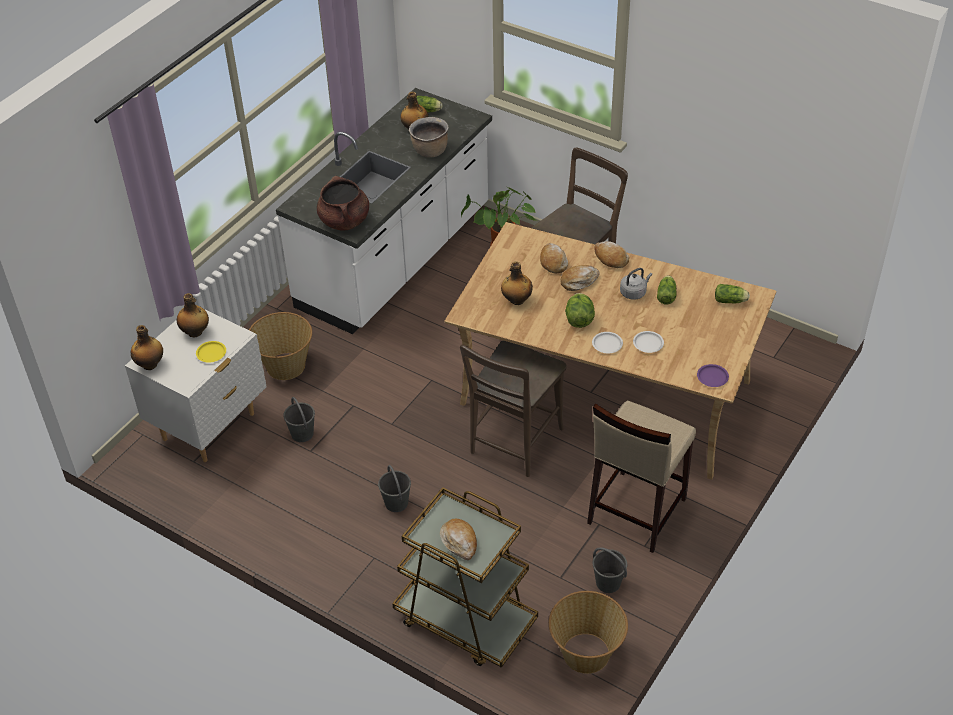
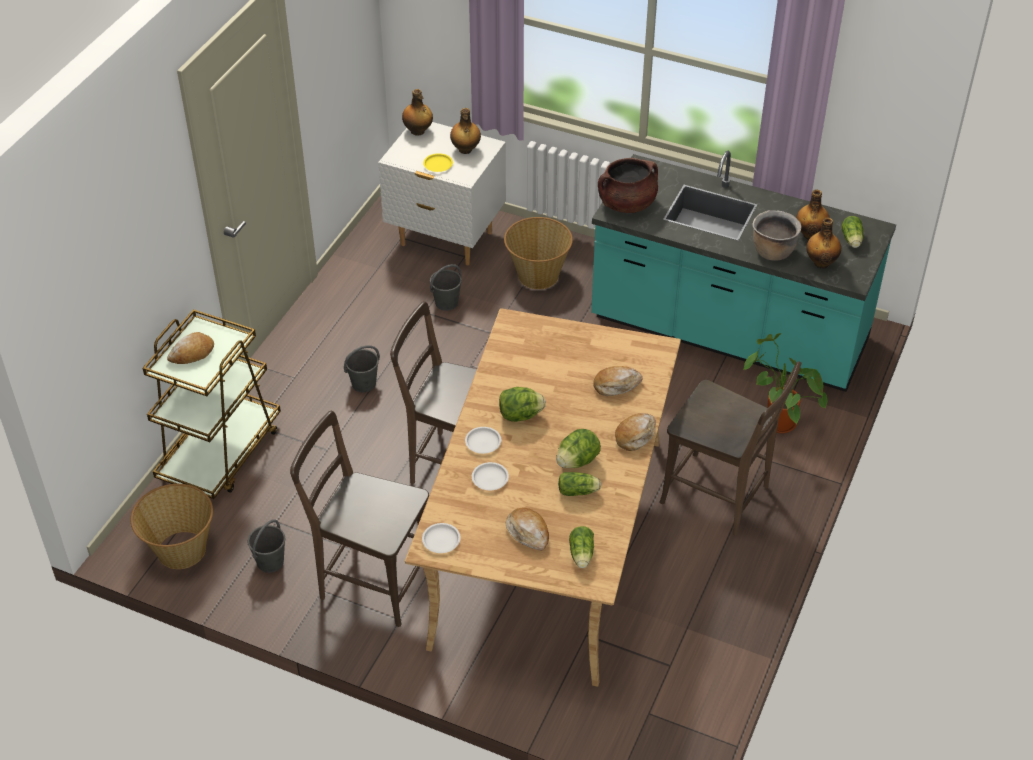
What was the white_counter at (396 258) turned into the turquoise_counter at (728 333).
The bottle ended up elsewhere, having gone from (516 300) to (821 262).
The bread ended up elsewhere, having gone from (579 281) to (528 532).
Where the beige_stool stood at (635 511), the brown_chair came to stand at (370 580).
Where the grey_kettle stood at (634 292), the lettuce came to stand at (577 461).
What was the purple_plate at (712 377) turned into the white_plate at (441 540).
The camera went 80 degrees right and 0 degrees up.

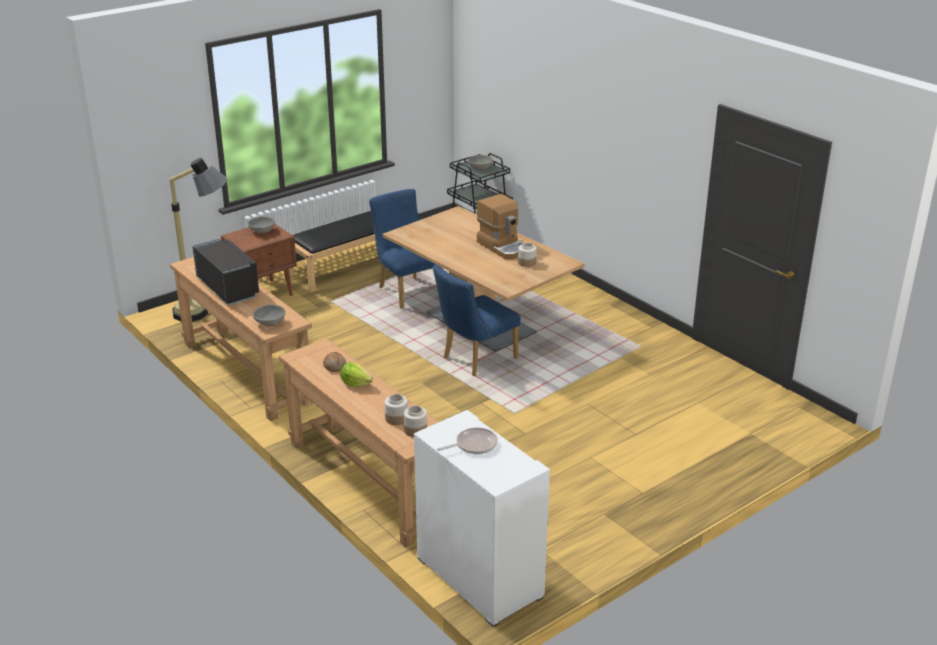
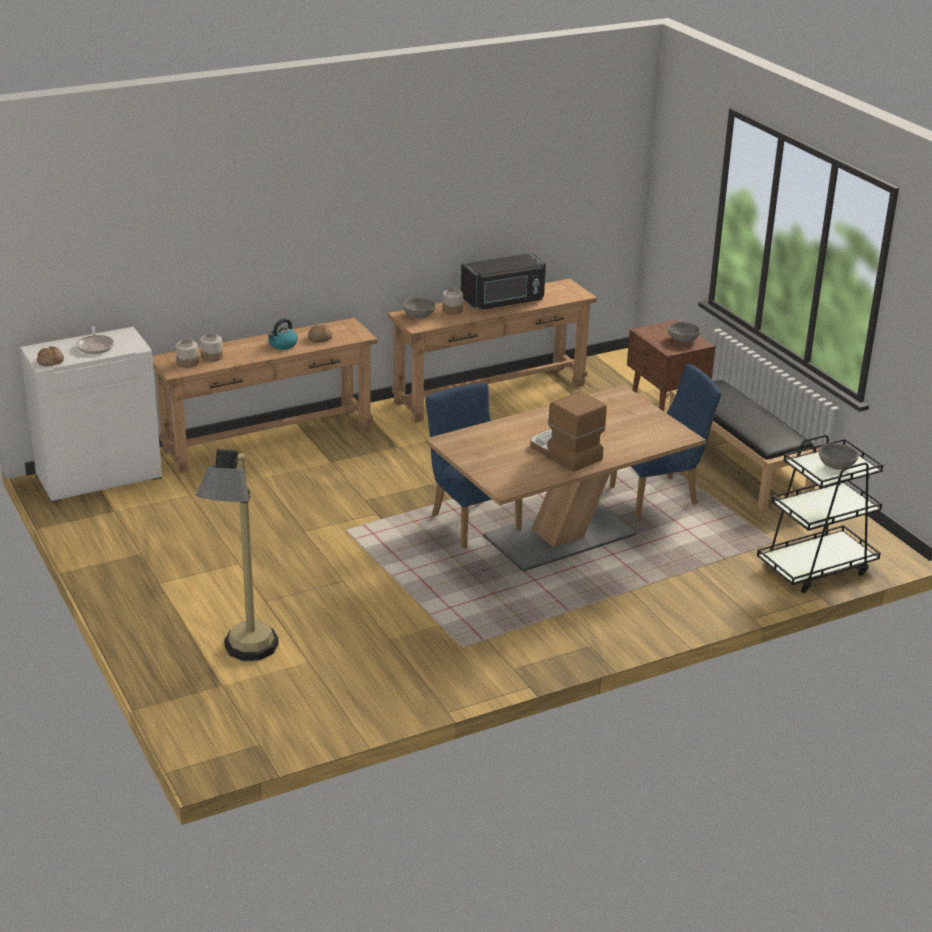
The floor_lamp ended up elsewhere, having gone from (207 313) to (243 660).
Where the lettuce stood at (355 384), the kettle came to stand at (282 345).
The coffee_machine at (503 247) ended up facing another way, 75 degrees clockwise from before.
The jar ended up elsewhere, having gone from (526 263) to (452 310).
The second view gained the bread at (50 361).
The camera went 100 degrees right and 0 degrees up.

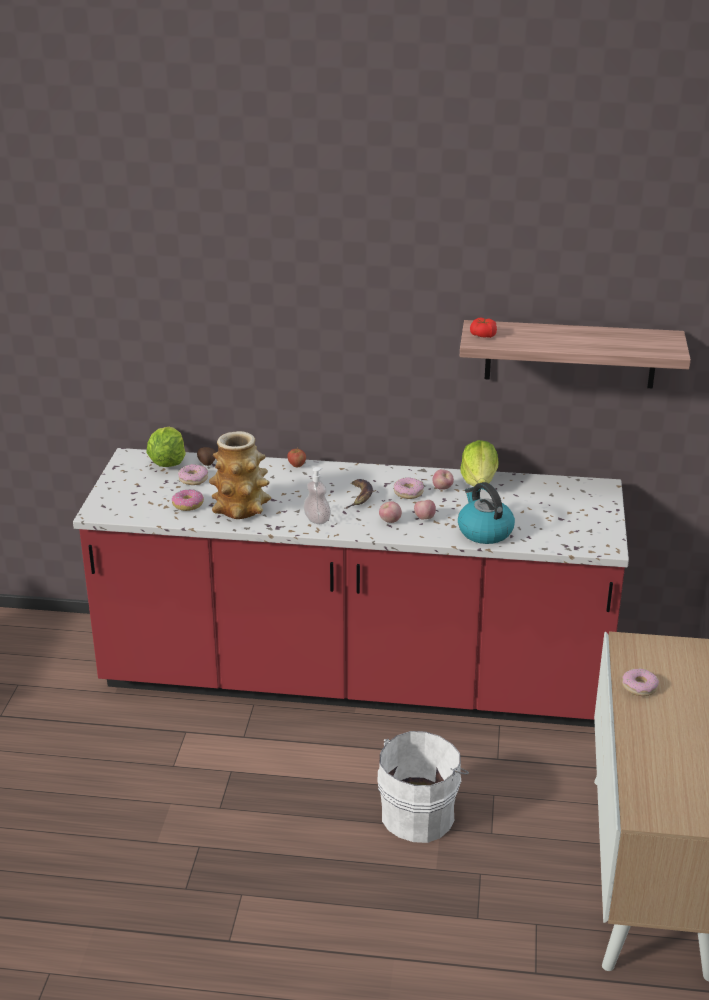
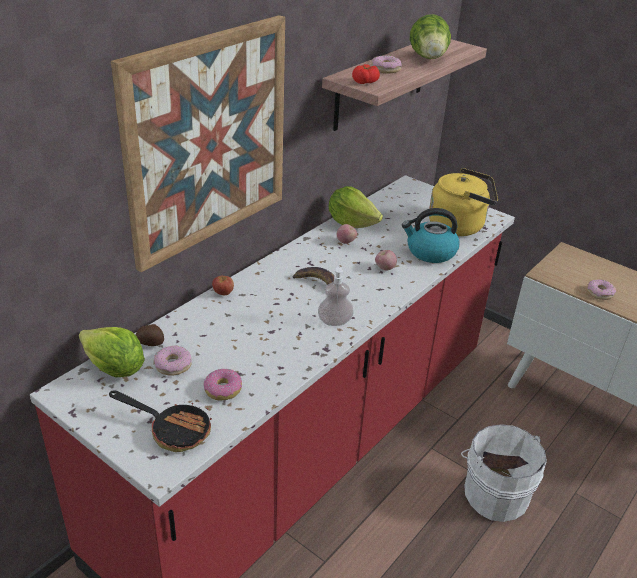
The second view lost the vase at (241 508).
The second view lost the apple at (390 521).
The donut ended up elsewhere, having gone from (408 492) to (386 69).
The second view gained the frying_pan at (173 430).
The second view gained the picture at (208 140).
The second view gained the lettuce at (429 59).
The second view gained the yellow_kettle at (459 226).
The camera went 60 degrees left and 5 degrees up.

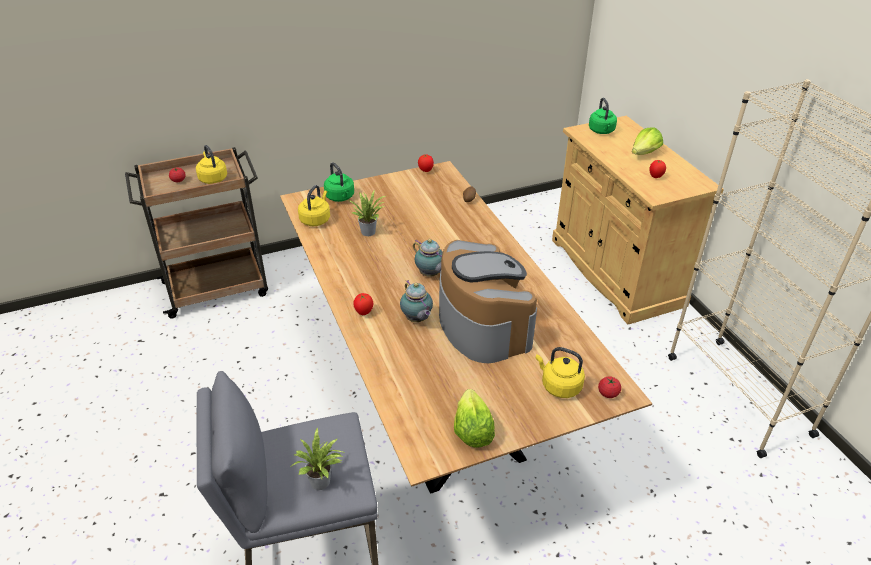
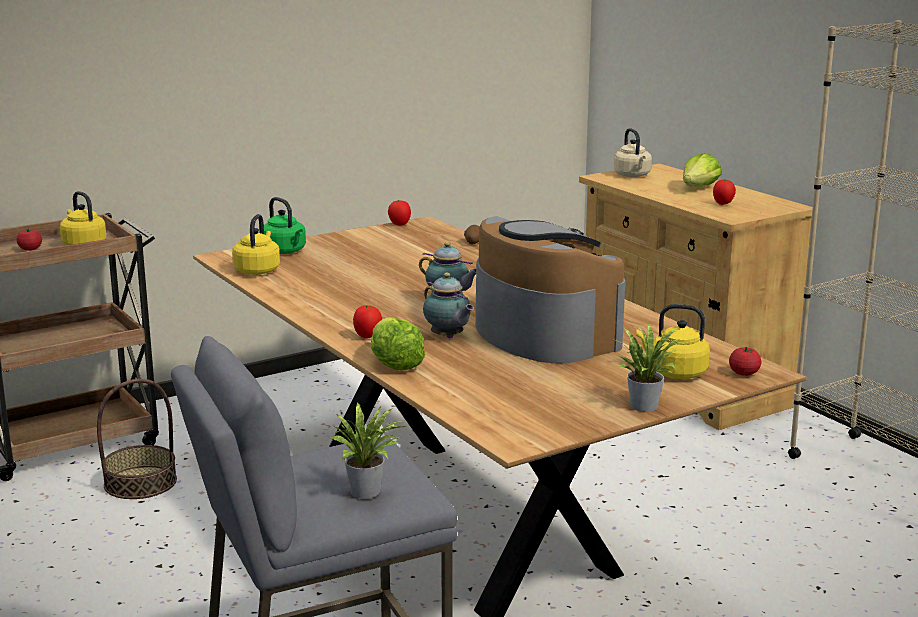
The potted_plant ended up elsewhere, having gone from (369 231) to (645 405).
The lettuce ended up elsewhere, having gone from (472 430) to (394 363).
What was the green_kettle at (601 131) turned into the beige_kettle at (633 175).
The second view gained the basket at (140 482).
The camera went 10 degrees left and 20 degrees down.

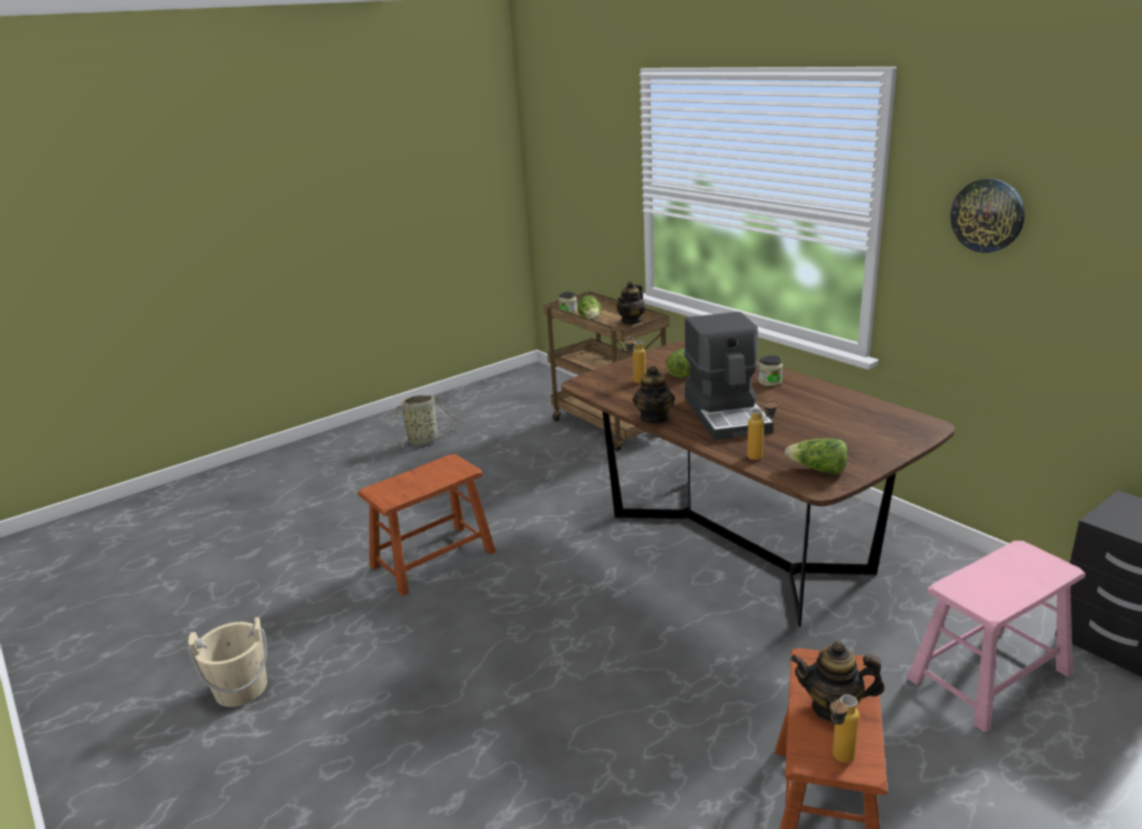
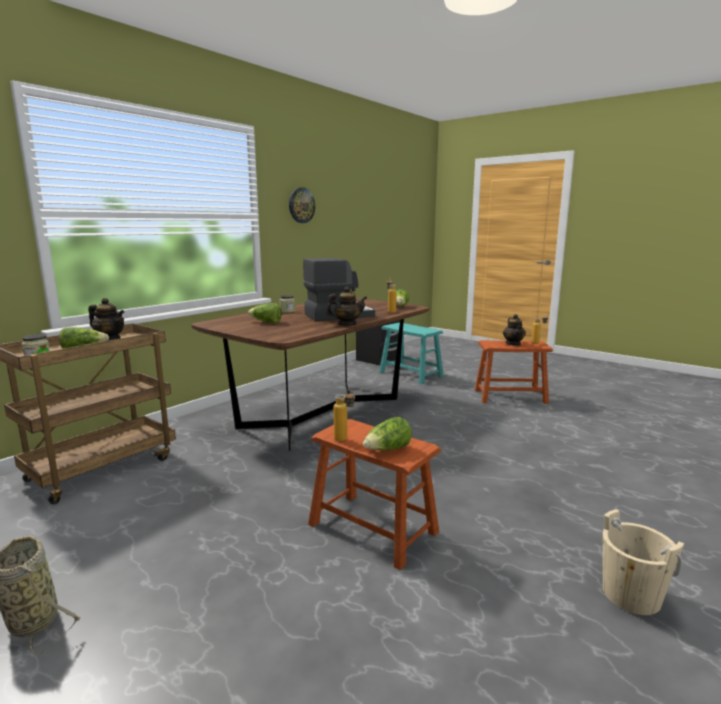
The bottle ended up elsewhere, having gone from (635 382) to (345 440).
What was the pink_stool at (989 676) turned into the turquoise_stool at (410 374).
The second view gained the lettuce at (387 450).
The camera went 105 degrees left and 10 degrees down.

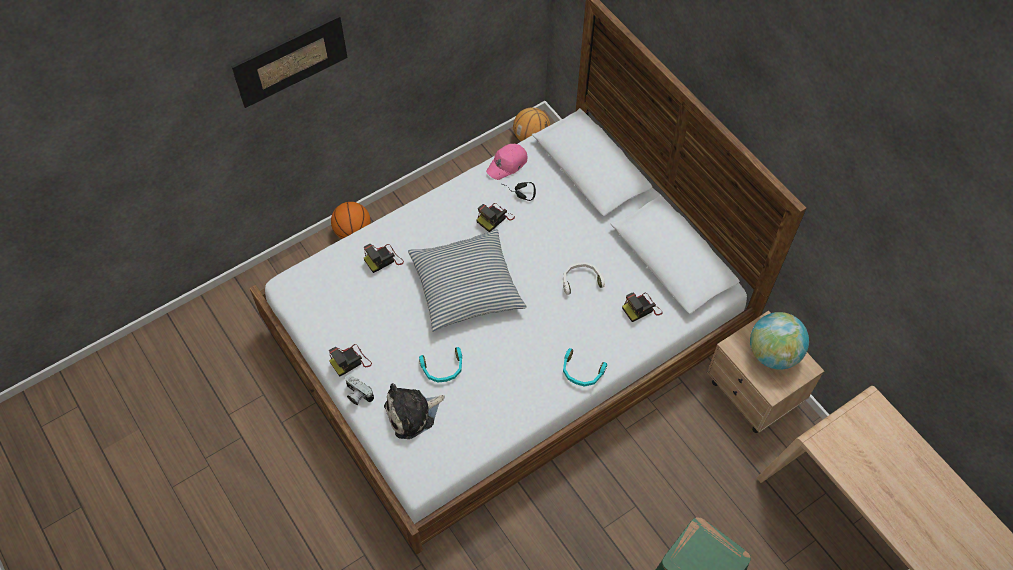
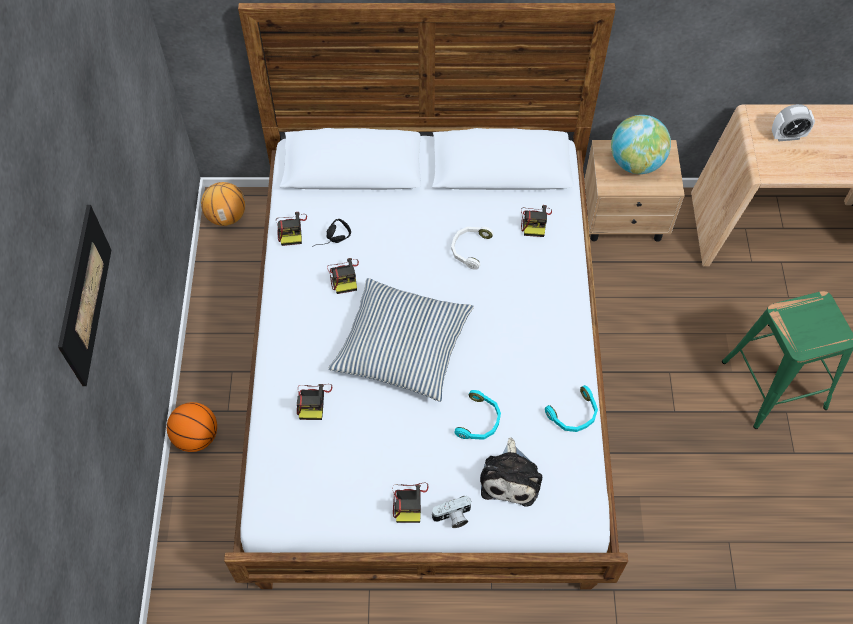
Where the pink_cap stood at (507 164), the photo_camera came to stand at (291 229).
The turquoise_headphones ended up elsewhere, having gone from (581 372) to (574 415).
The second view gained the alarm_clock at (787 136).
The camera went 55 degrees left and 0 degrees up.

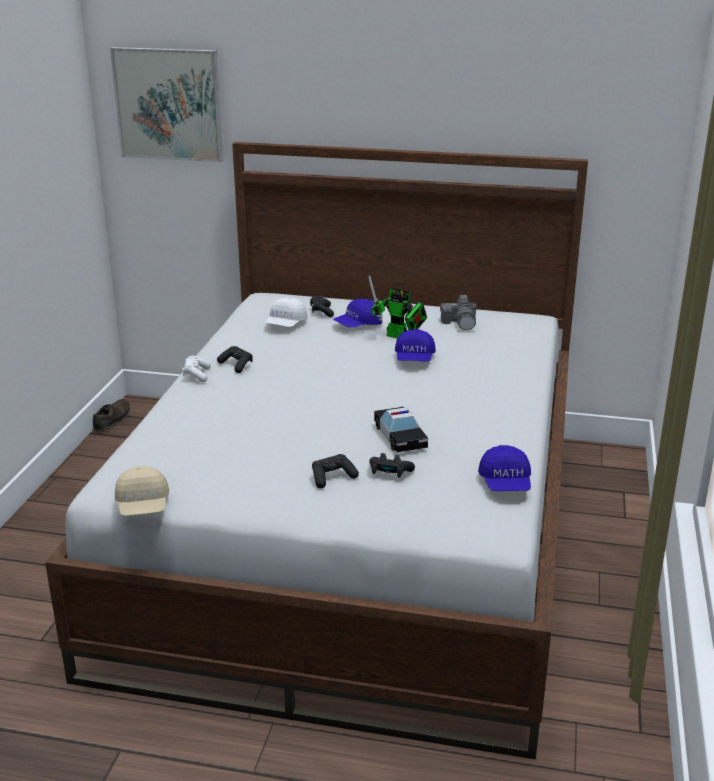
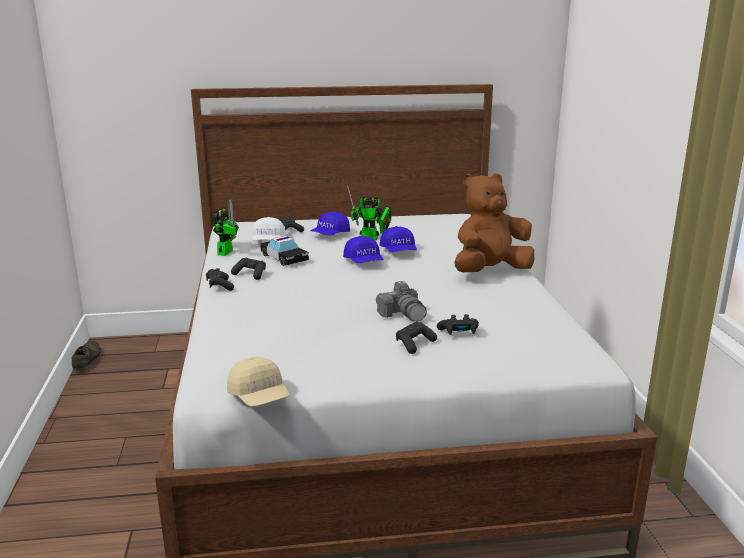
The second view lost the picture at (168 104).
What was the white_game_controller at (196 375) turned into the black_game_controller at (219 286).
The toy_car ended up elsewhere, having gone from (400 437) to (284 258).
The photo_camera ended up elsewhere, having gone from (461 323) to (403 314).
The blue_cap ended up elsewhere, having gone from (505 484) to (364 262).
The second view gained the toy_robot at (226 251).
The second view gained the brown_plush_toy at (490 271).
The camera went 20 degrees left and 5 degrees down.

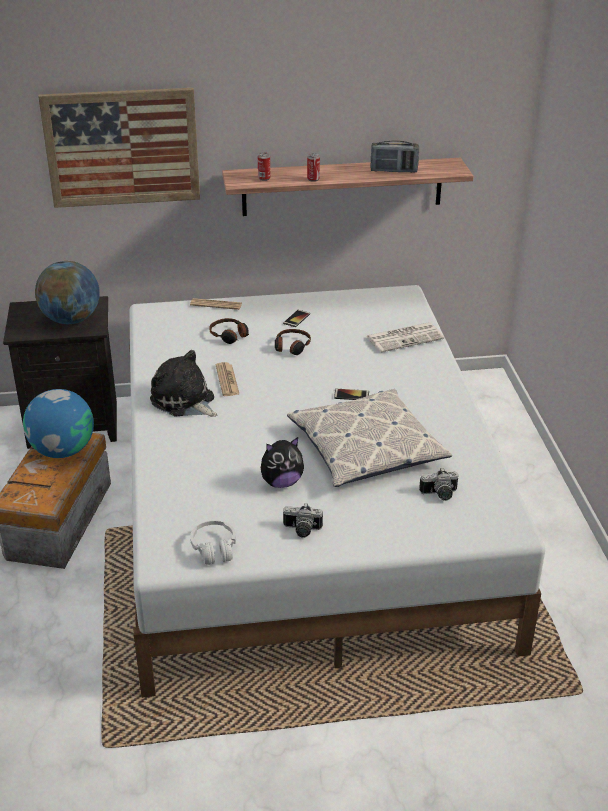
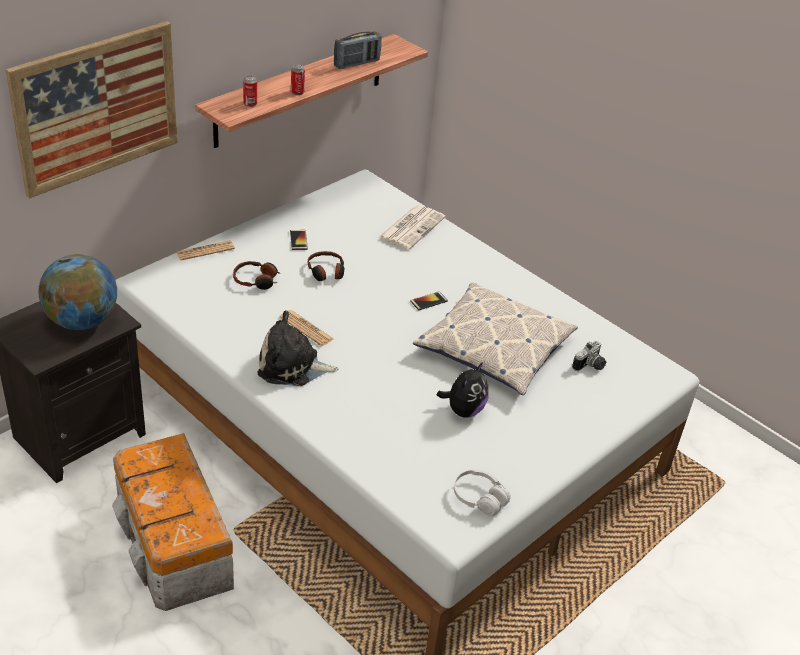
The second view lost the globe at (63 450).
The second view lost the photo_camera at (301 530).
The camera went 40 degrees left and 5 degrees up.

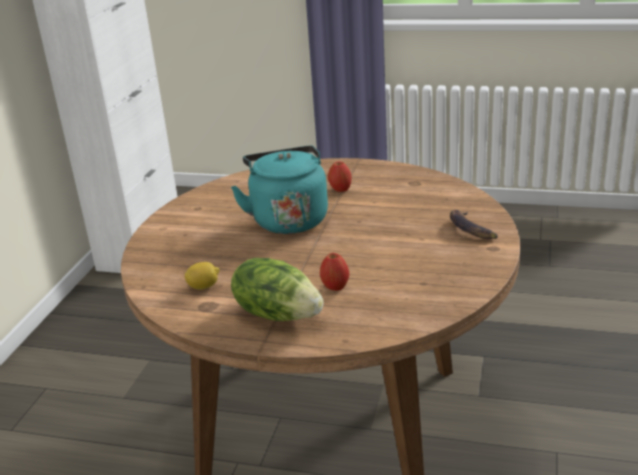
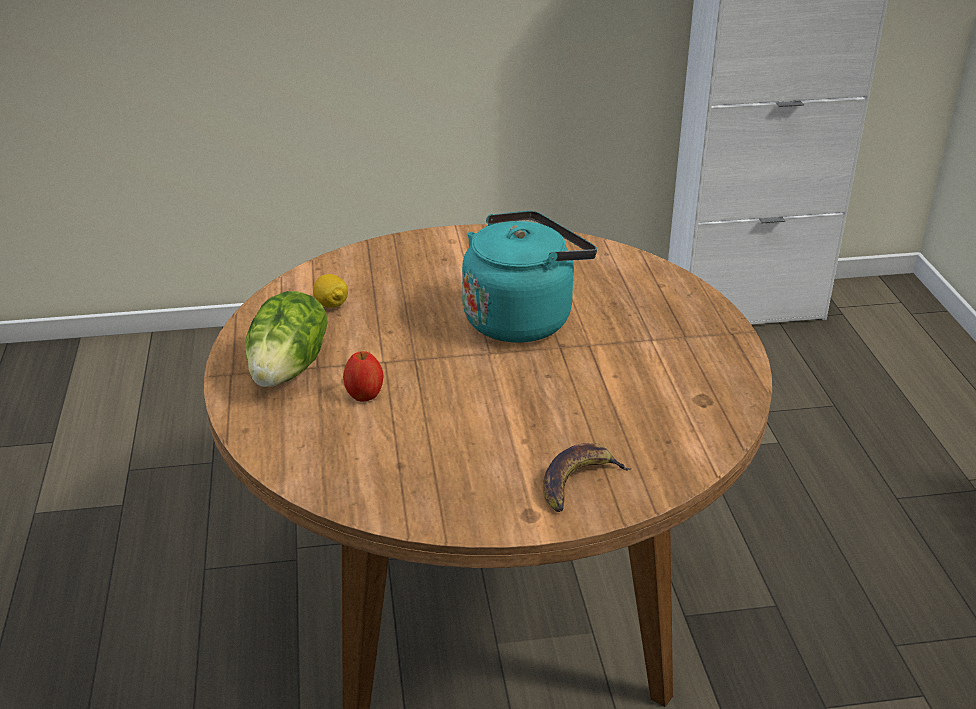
The second view lost the apple at (340 189).
The camera went 65 degrees right and 5 degrees up.

